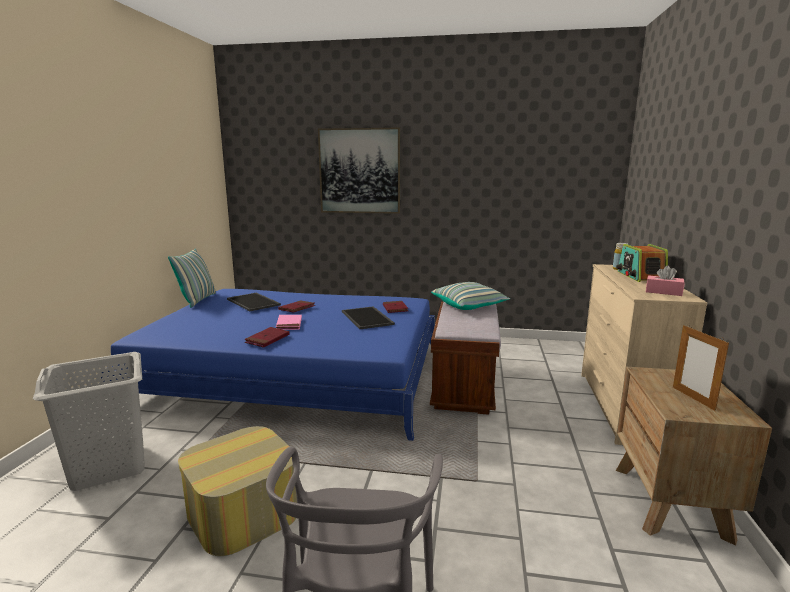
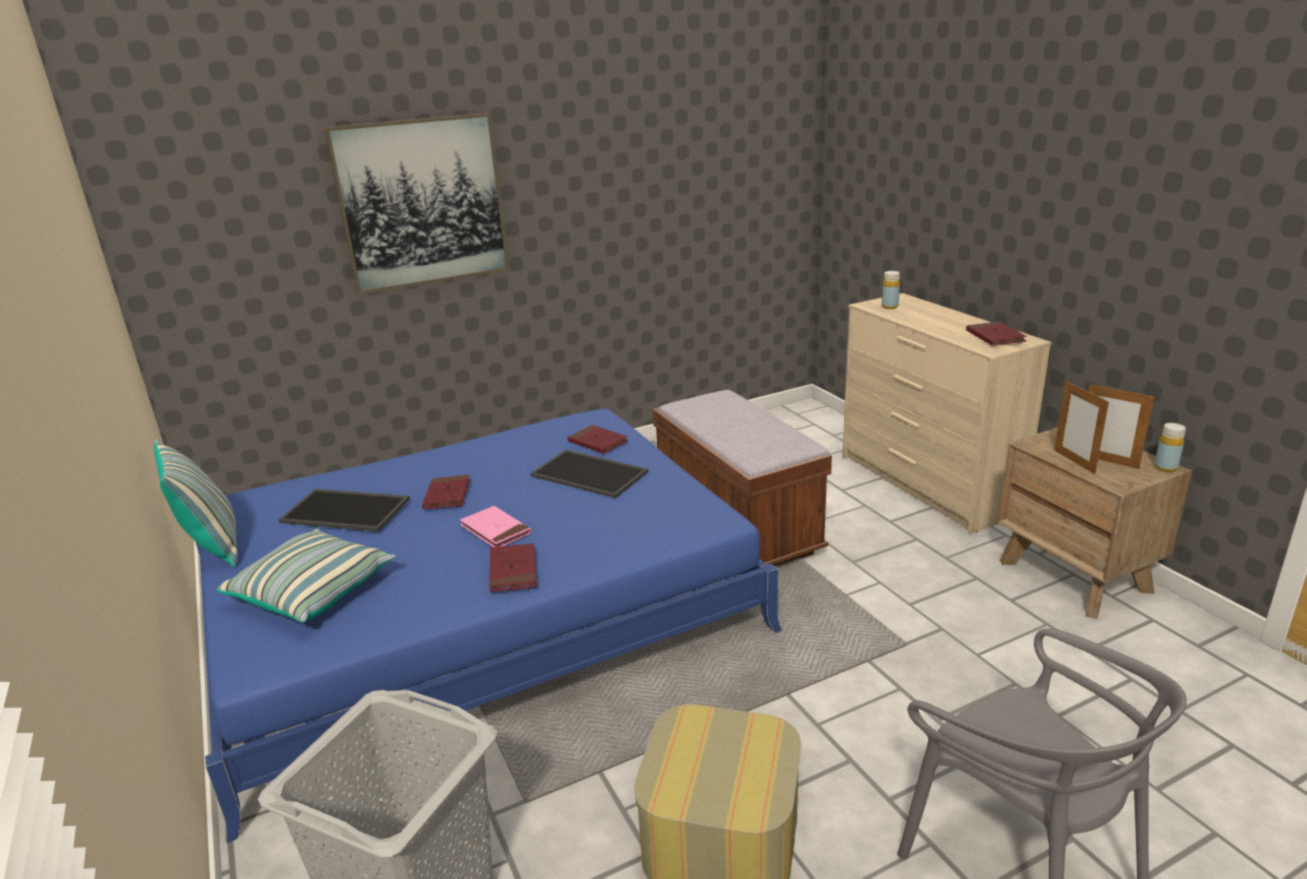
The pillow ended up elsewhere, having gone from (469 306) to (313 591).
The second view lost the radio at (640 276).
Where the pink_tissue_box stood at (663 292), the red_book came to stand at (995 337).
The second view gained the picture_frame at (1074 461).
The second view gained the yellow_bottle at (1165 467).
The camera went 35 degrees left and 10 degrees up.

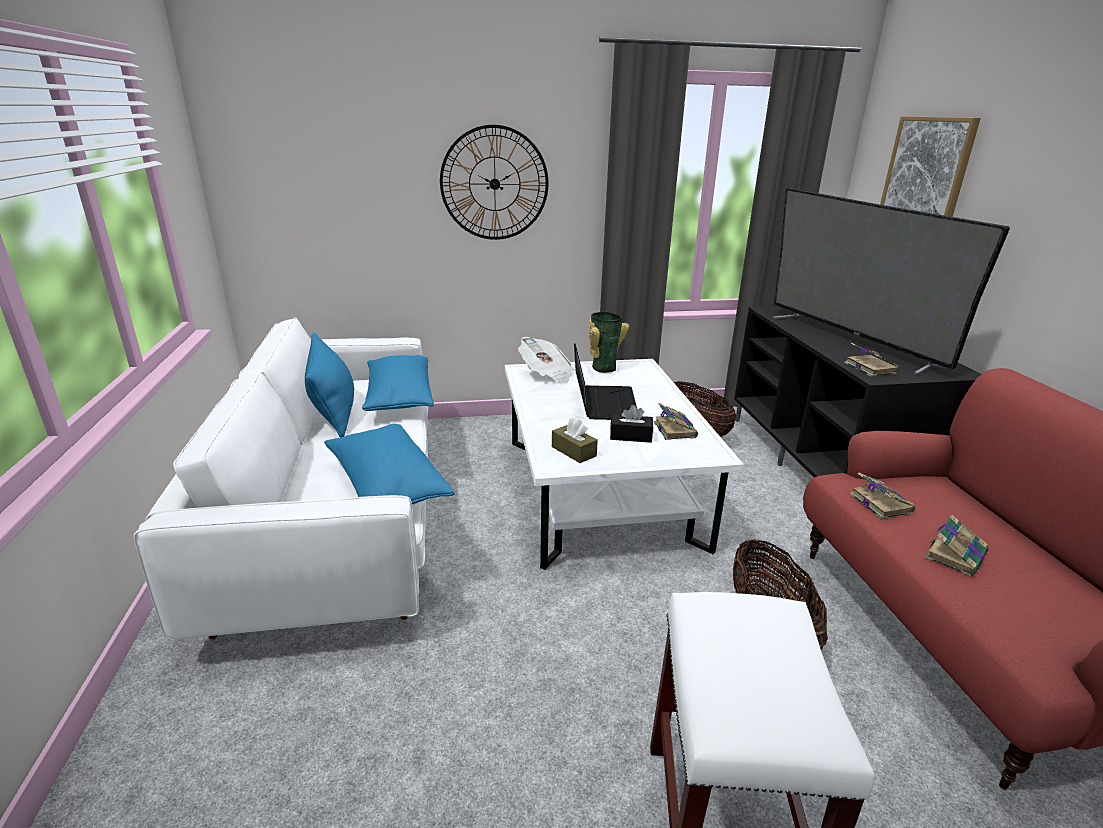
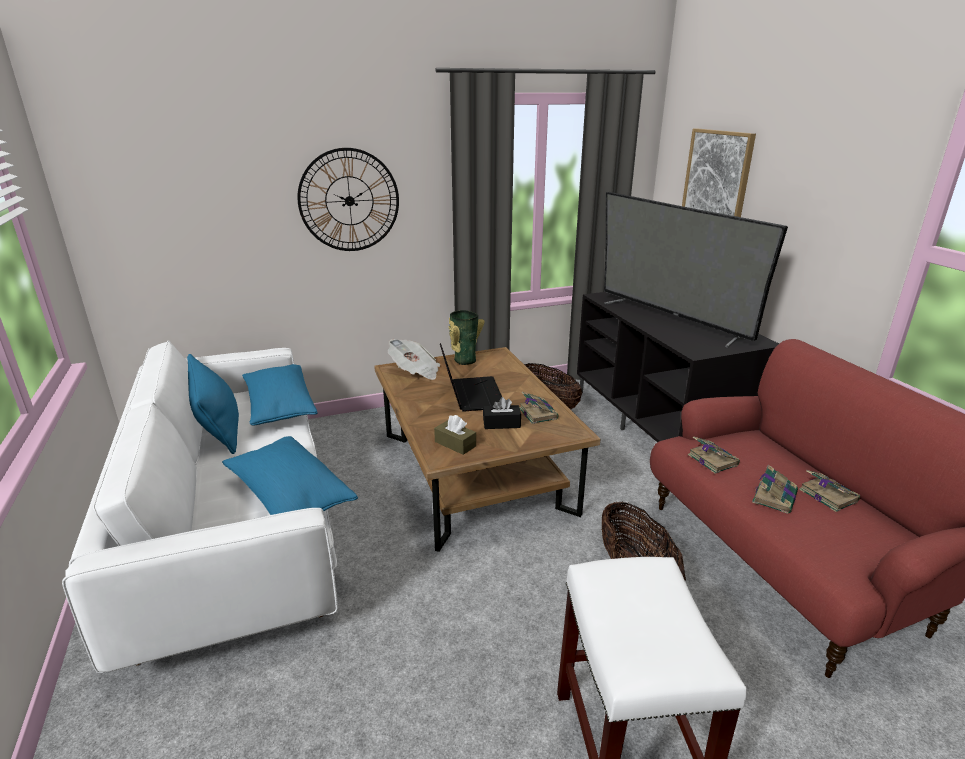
What was the white_coffee_table at (600 491) turned into the brown_coffee_table at (474 472).
The book ended up elsewhere, having gone from (869 367) to (827 495).
The camera went 10 degrees left and 0 degrees up.

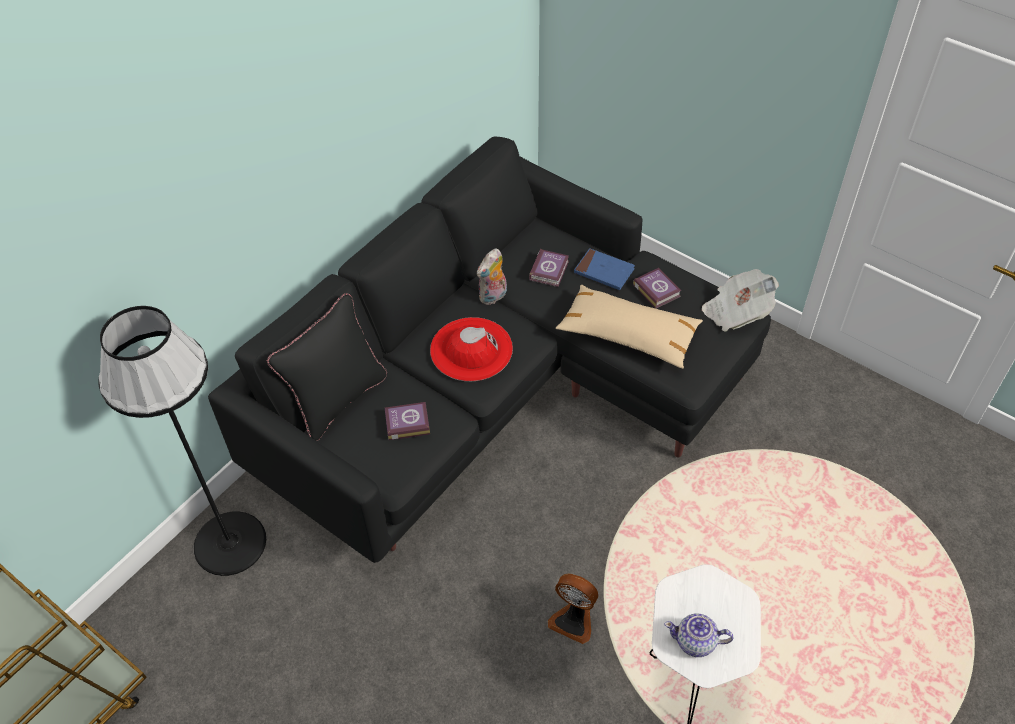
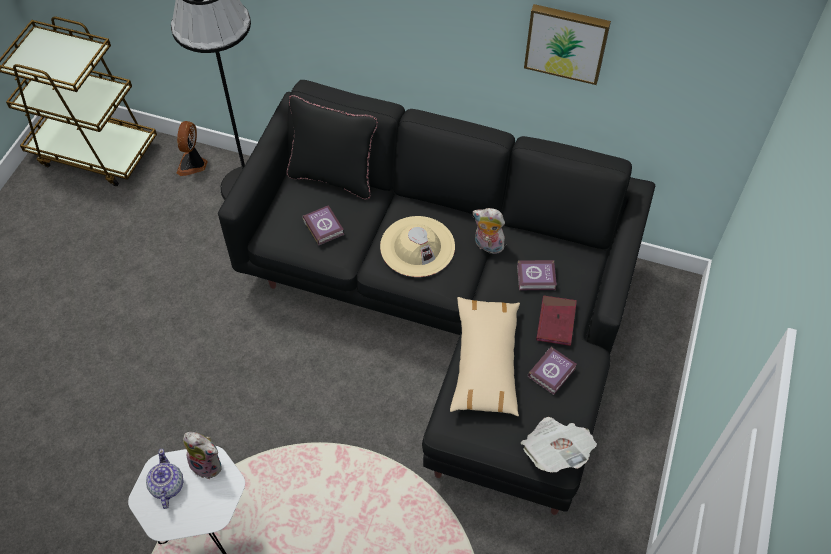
What was the red_hat at (471 349) turned into the beige_hat at (417 246).
The fan ended up elsewhere, having gone from (573 620) to (193 164).
What was the blue_book at (604 271) turned into the red_book at (556 322).
The second view gained the plush_toy at (208 464).
The second view gained the picture at (566 42).
The camera went 70 degrees right and 5 degrees up.

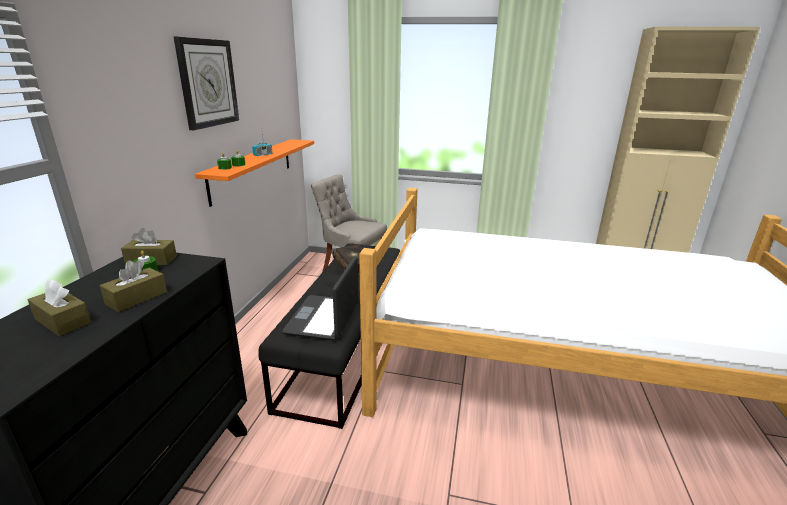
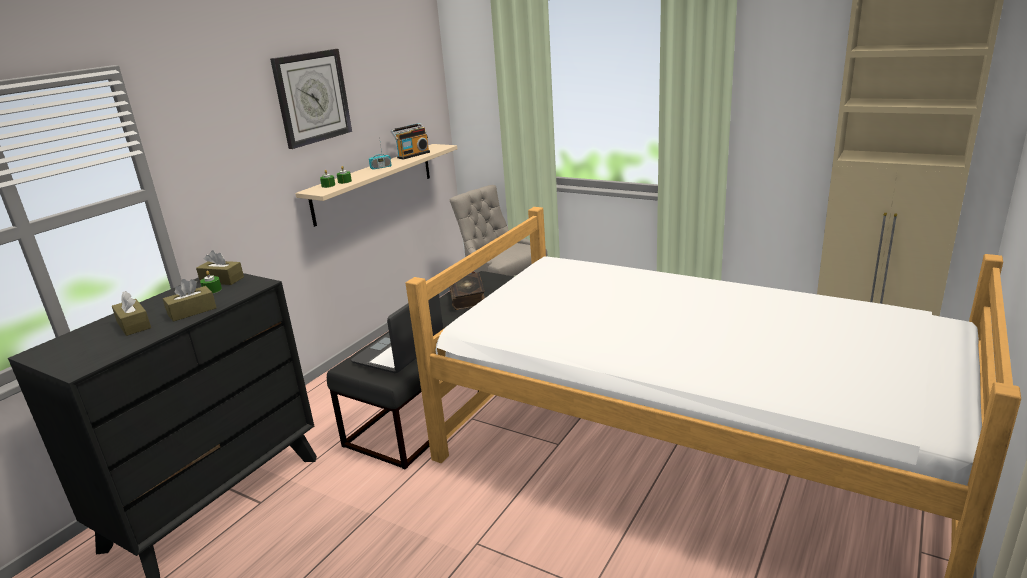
What was the orange_shelf at (253 169) turned into the beige_shelf at (374 182).
The second view gained the radio at (412 155).
The camera went 20 degrees right and 0 degrees up.

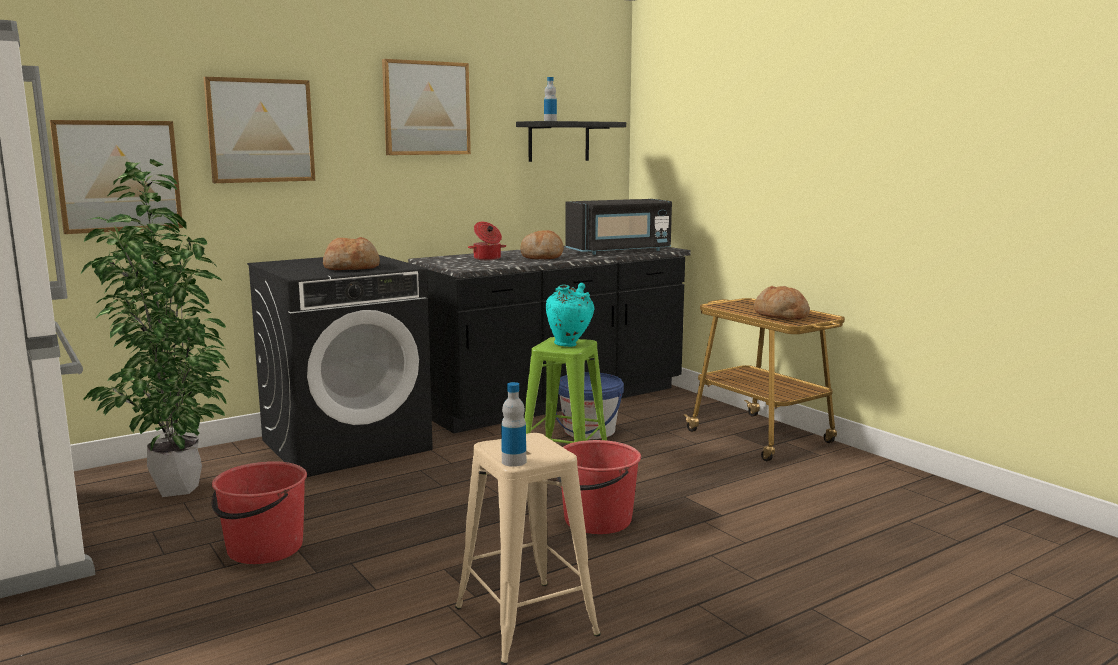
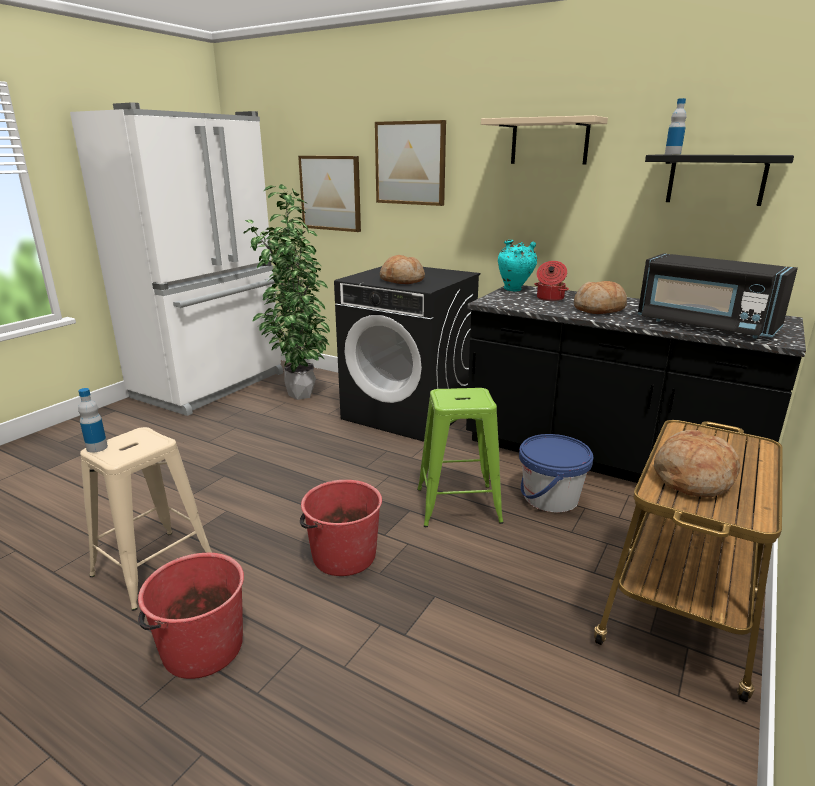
The red_bucket ended up elsewhere, having gone from (264 548) to (201 648).
Where the picture hung at (426 108), the beige_shelf came to hang at (549 141).
The turquoise_vase ended up elsewhere, having gone from (569 345) to (515 290).
The camera went 65 degrees right and 10 degrees up.

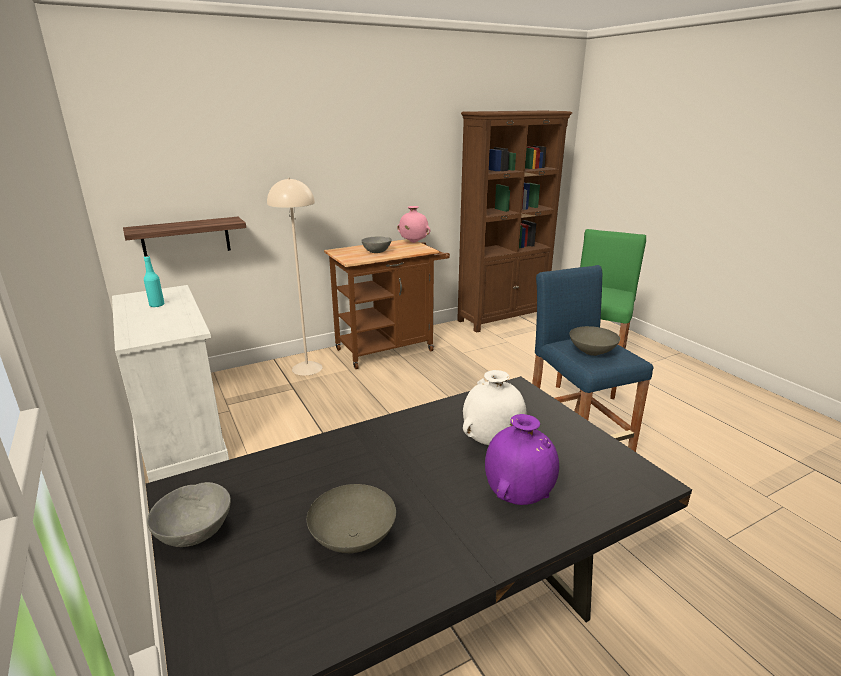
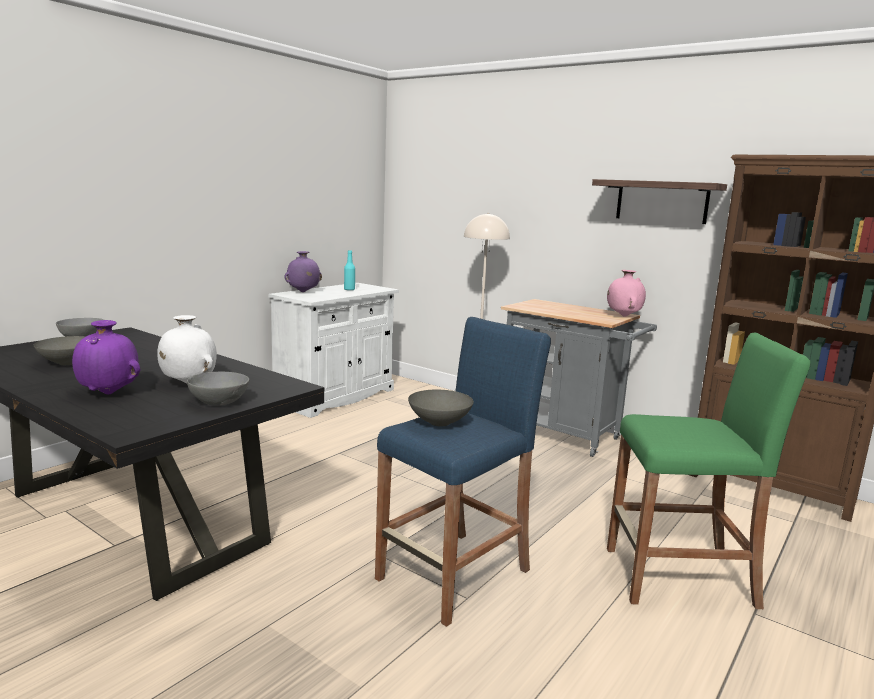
The shelf ended up elsewhere, having gone from (186 238) to (661 201).
What was the brown_cart at (390 348) turned into the grey_cart at (566 436).
The grey_bowl ended up elsewhere, having gone from (376 251) to (219 402).
The second view gained the purple_vase at (303 292).
The camera went 65 degrees right and 10 degrees down.

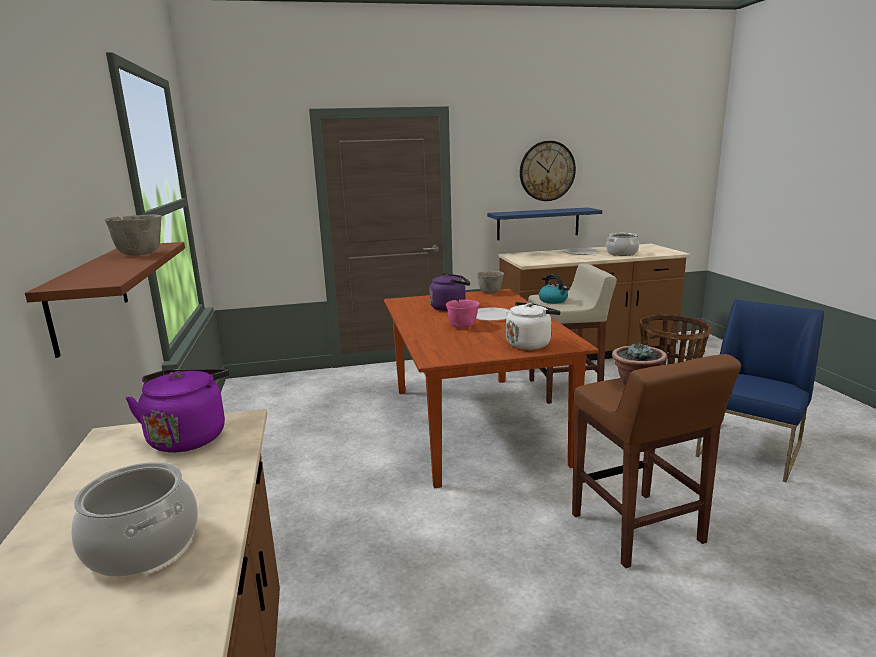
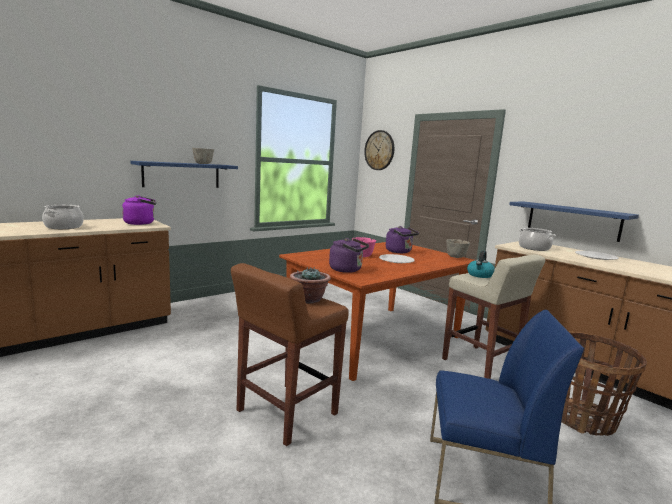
What was the brown_shelf at (89 295) turned into the blue_shelf at (182 175).
What was the white_kettle at (530 344) turned into the purple_kettle at (347 270).
The wall_clock ended up elsewhere, having gone from (547 171) to (379 150).
The cooking_pot ended up elsewhere, having gone from (621 253) to (534 248).
The camera went 60 degrees right and 5 degrees down.

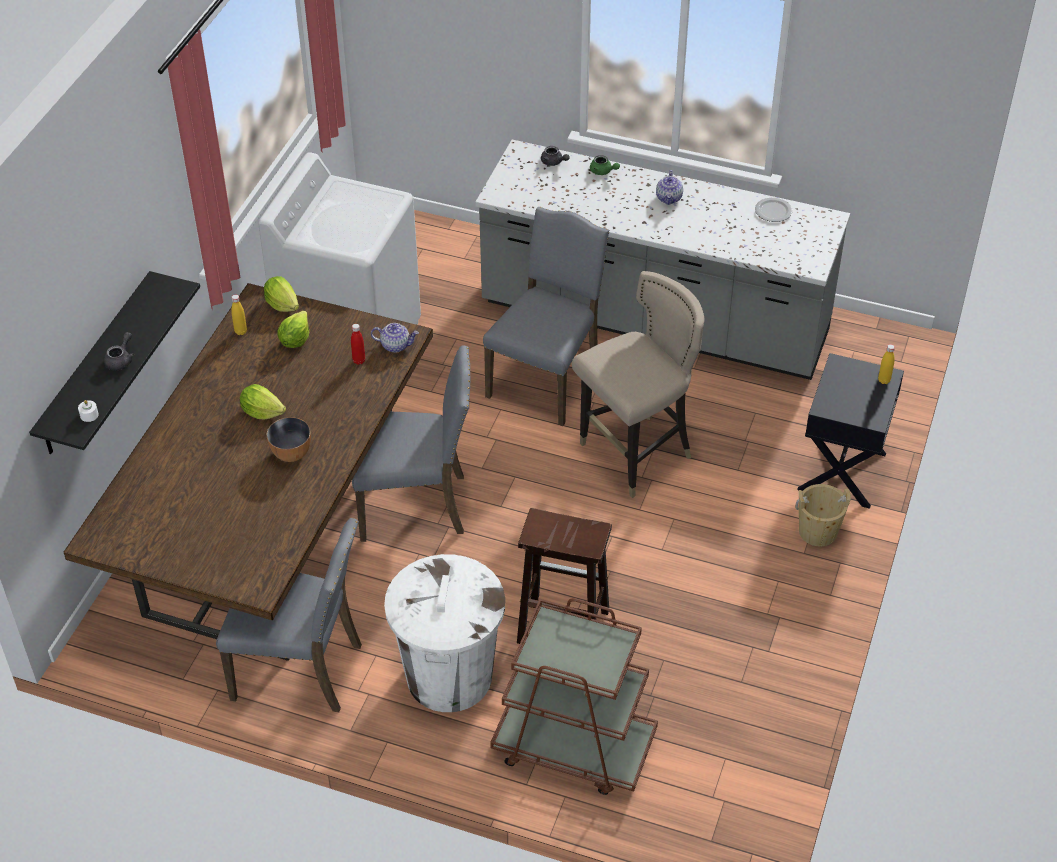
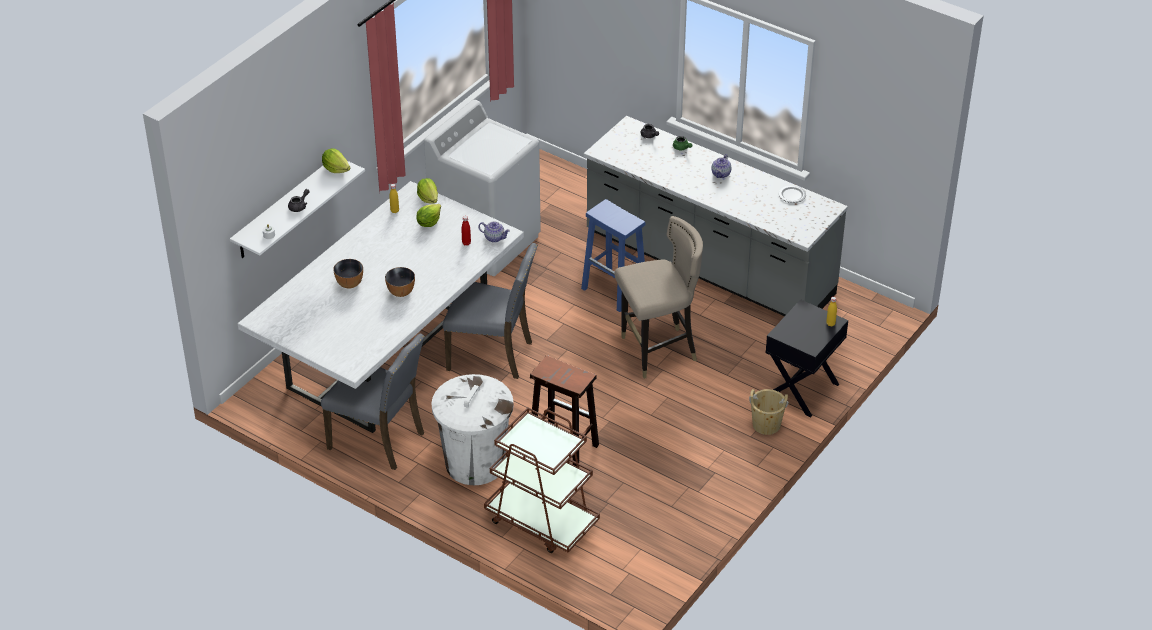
What was the black_shelf at (96 365) turned into the white_shelf at (285 208).
What was the brown_dining_table at (275 534) turned into the white_dining_table at (391 355).
The lettuce ended up elsewhere, having gone from (262 412) to (336 169).
Where the grey_chair stood at (547 379), the blue_stool came to stand at (615 291).
The second view gained the bowl at (349 283).
The camera went 15 degrees right and 5 degrees down.

